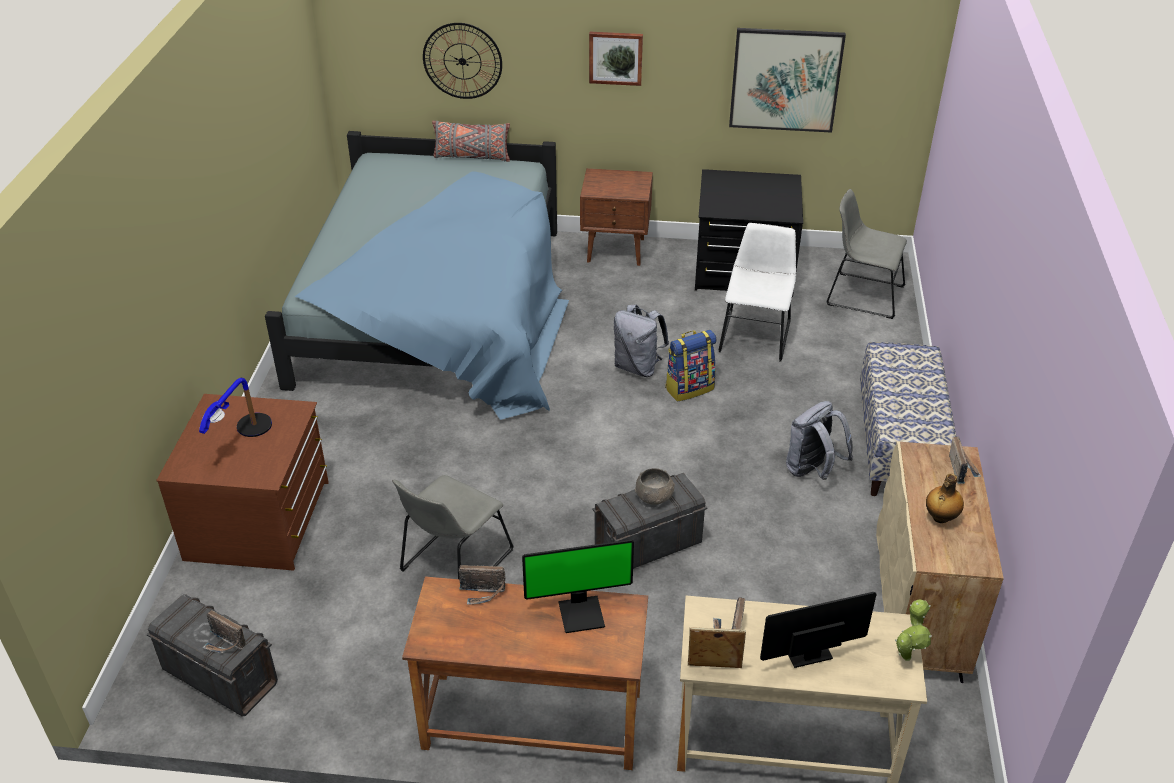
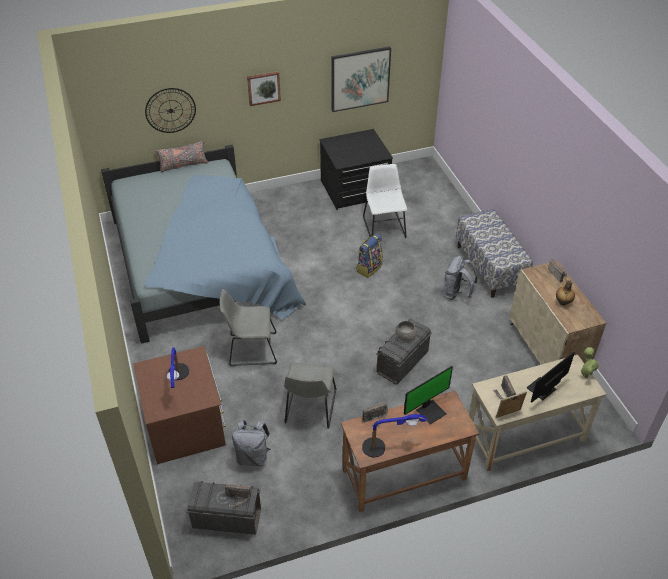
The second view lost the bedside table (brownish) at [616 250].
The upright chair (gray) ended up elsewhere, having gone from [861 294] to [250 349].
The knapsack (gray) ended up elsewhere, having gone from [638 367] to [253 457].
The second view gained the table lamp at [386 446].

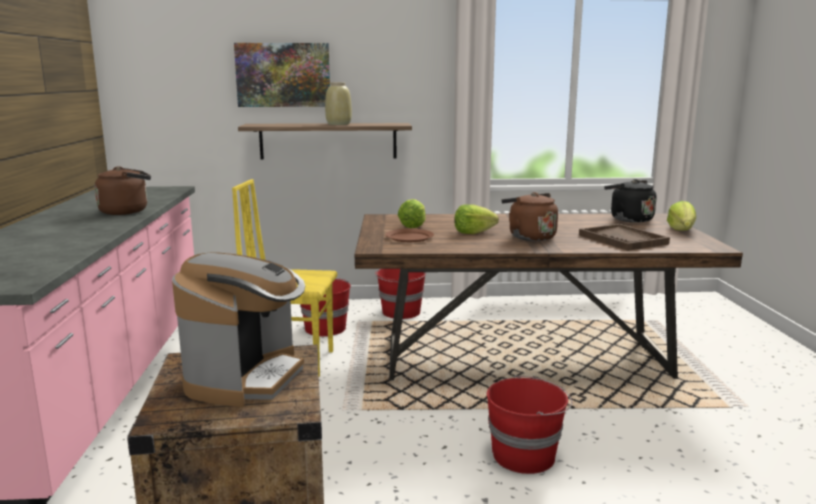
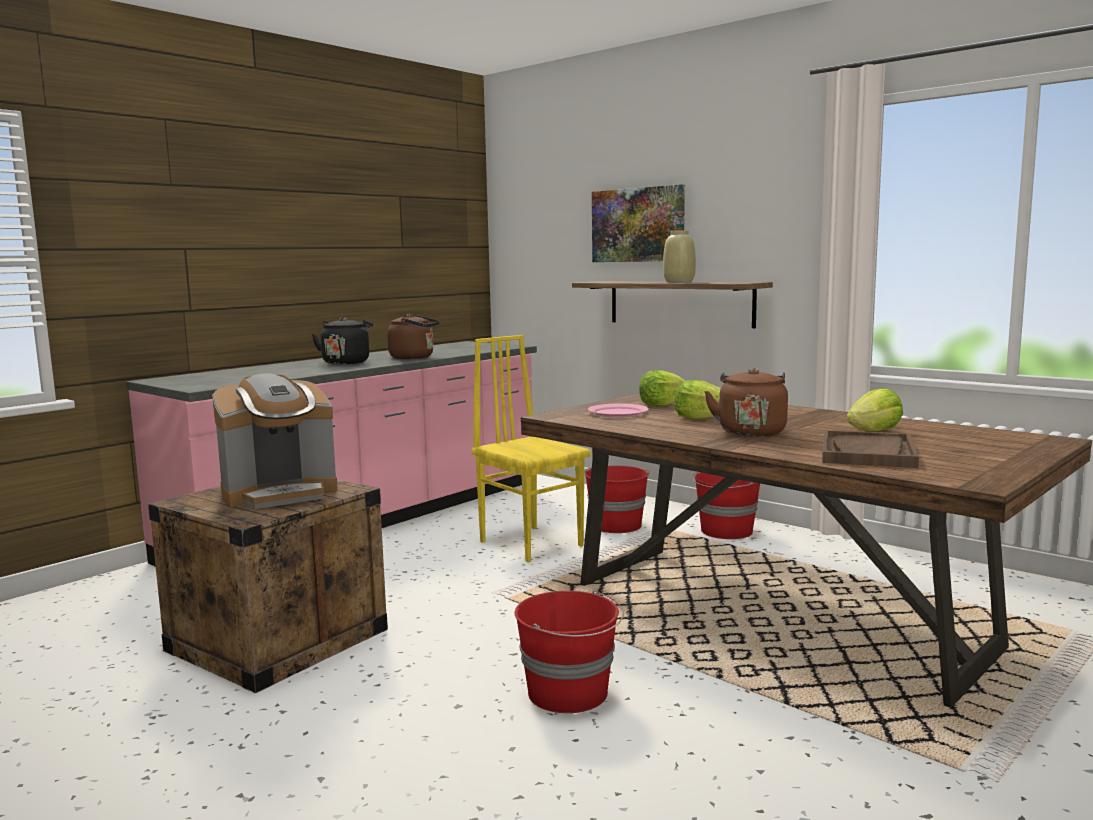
The water kettle (black-coloured) ended up elsewhere, having gone from [628 219] to [346 362].
The lettuce ended up elsewhere, having gone from [681 230] to [873 431].
What was the flat dish (brownish) at [409 237] turned into the flat dish (pink) at [618 413].

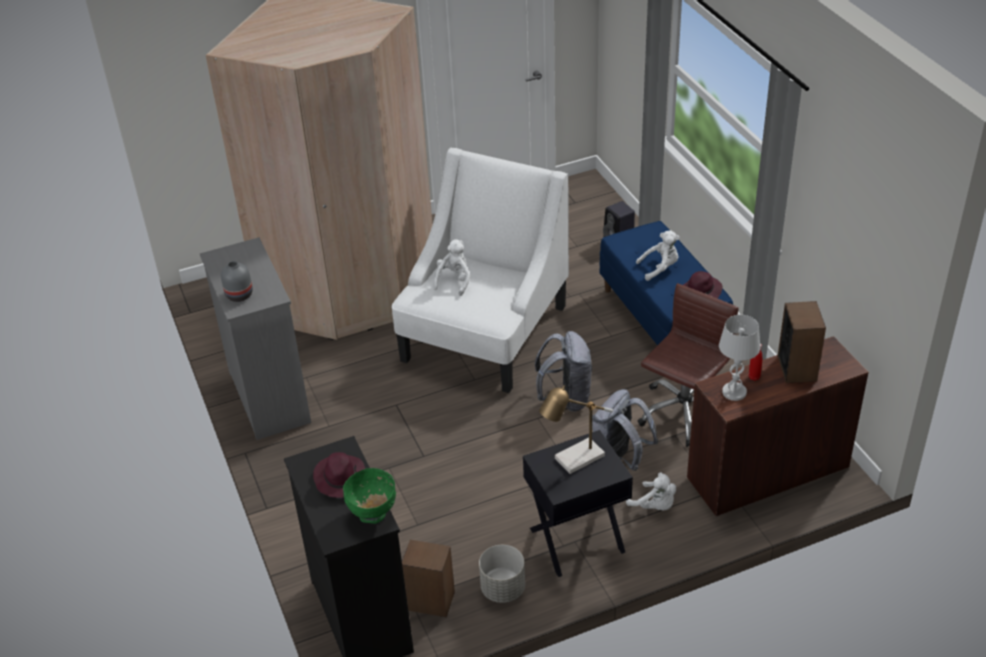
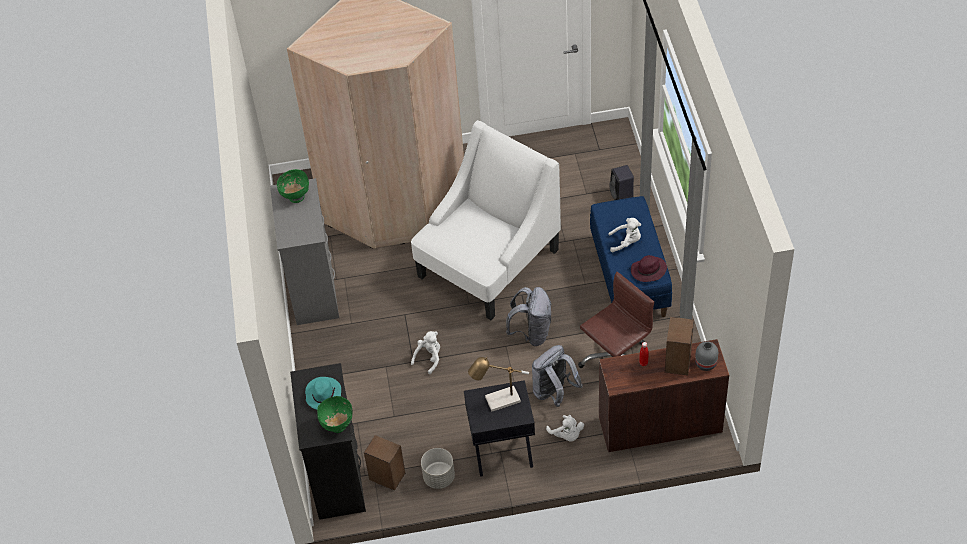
The soft toy (white) ended up elsewhere, having gone from [454 281] to [429 358].
The decorative vase (gray) ended up elsewhere, having gone from [238 295] to [705 363].
The second view lost the table lamp (white) at [734 392].
What was the wearable hat (purplish) at [340 478] turned into the wearable hat (blue-green) at [323 394].
The second view gained the deep dish (greenish) at [296 197].

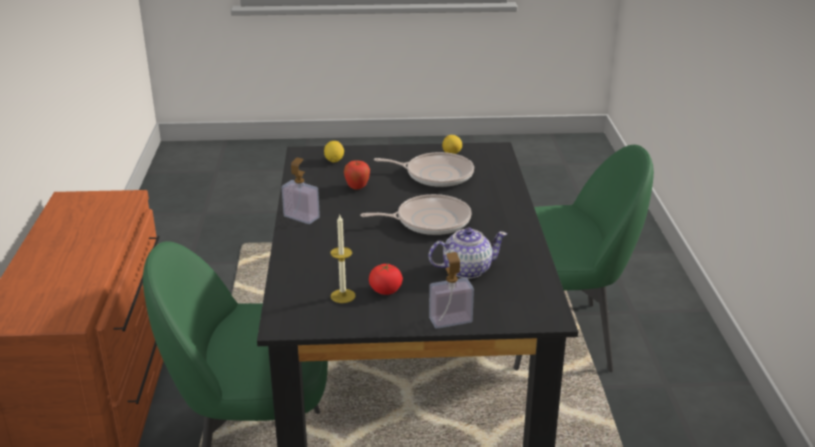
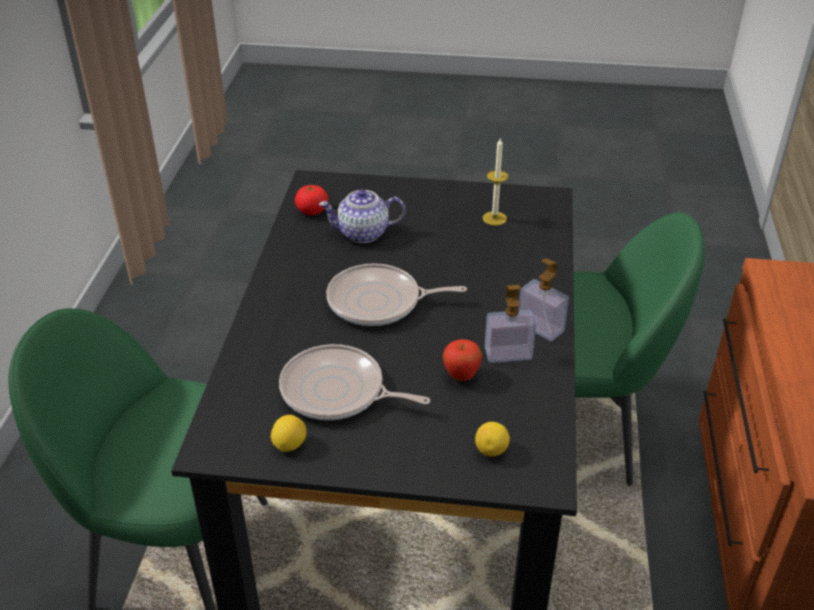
The liquid soap bottle ended up elsewhere, having gone from [450 320] to [508 354].
The tomato ended up elsewhere, having gone from [385 290] to [312 211].

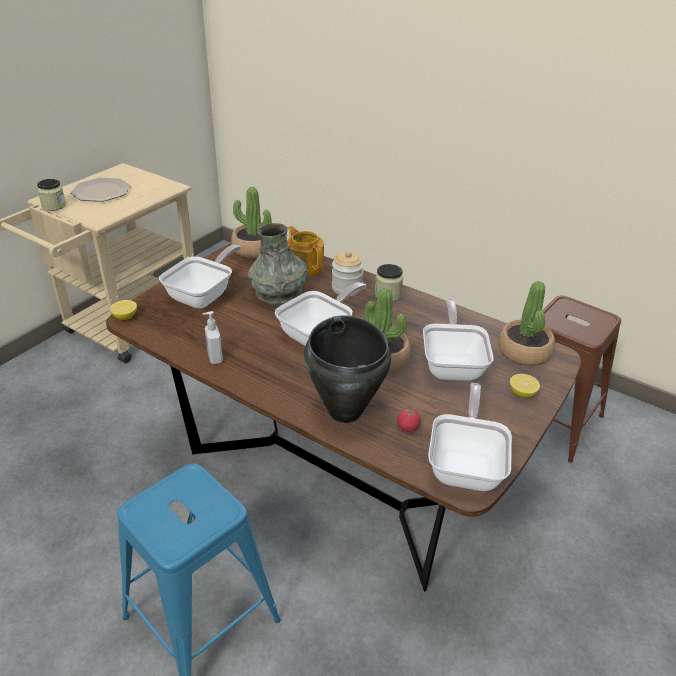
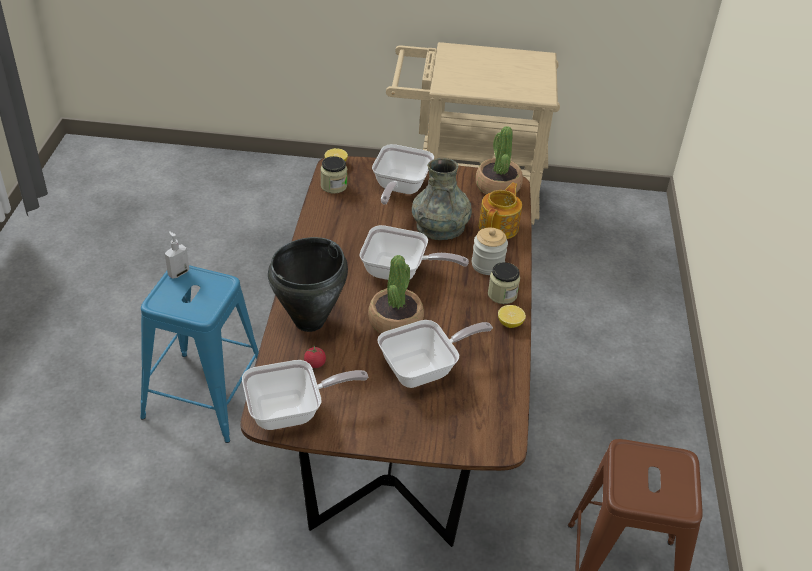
The second view lost the flat dish at [101 191].
The storage jar ended up elsewhere, having gone from [54 206] to [334 186].
The frying pan at [204 295] ended up facing another way, 105 degrees clockwise from before.
The second view lost the plant in a pot at [524 352].
The liquid soap bottle ended up elsewhere, having gone from [214 358] to [178 273].
The citrus fruit ended up elsewhere, having gone from [522 393] to [510 323].

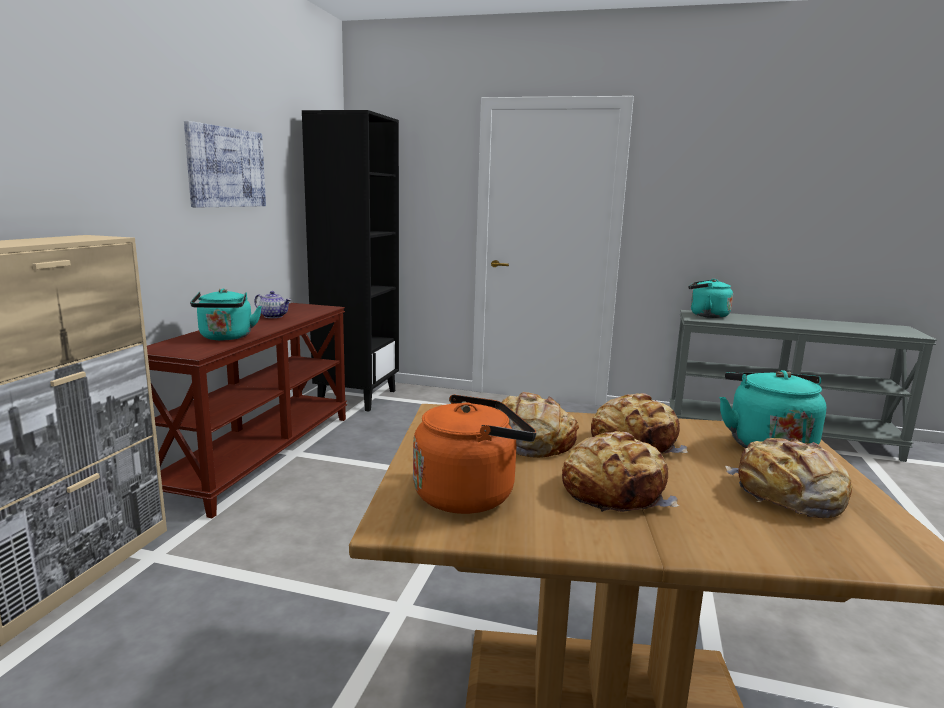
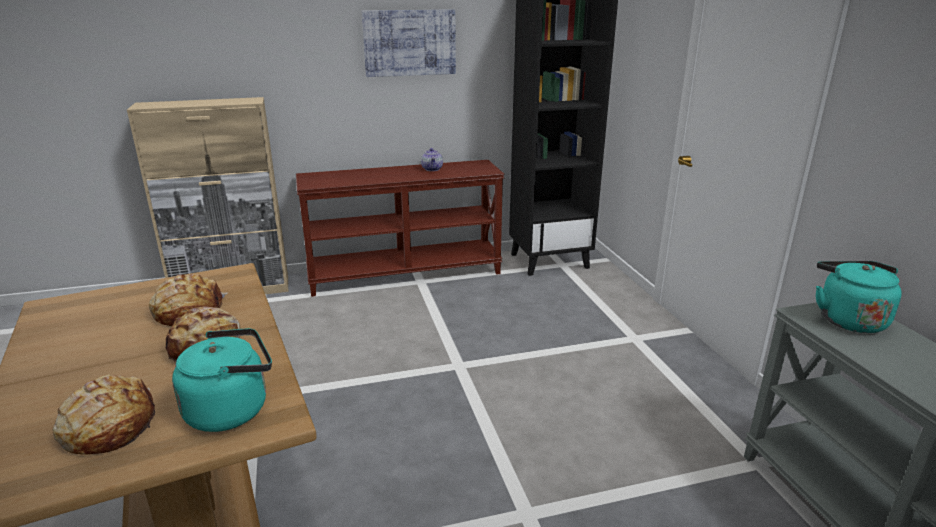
The second view lost the water kettle (blue-green) at [226 338].
The second view lost the water kettle (orange) at [470 494].
The second view lost the baked bread at [614 490].

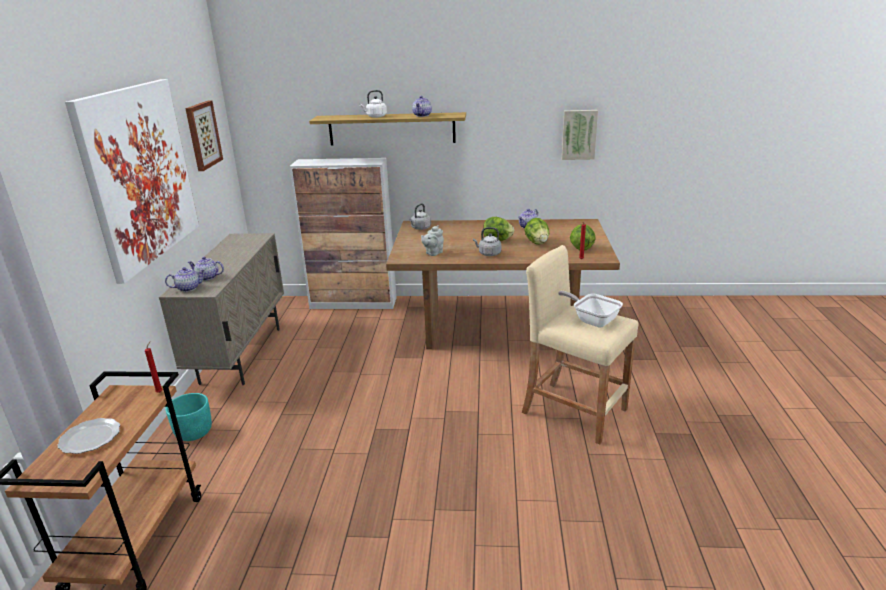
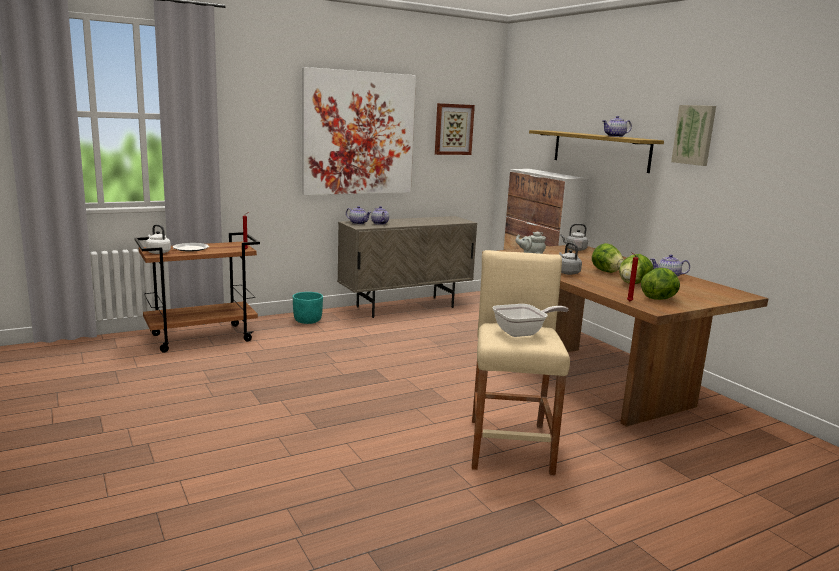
The water kettle (white) ended up elsewhere, having gone from [375 117] to [158 252].
The wall picture ended up elsewhere, having gone from [579 134] to [694 135].
The frying pan at [592 320] ended up facing another way, 60 degrees clockwise from before.

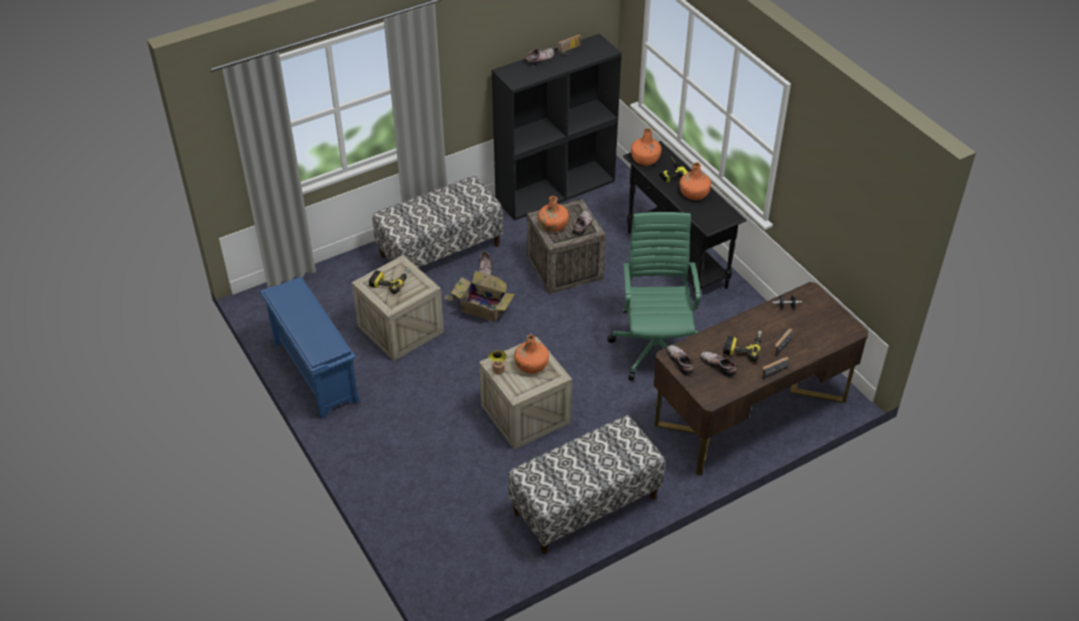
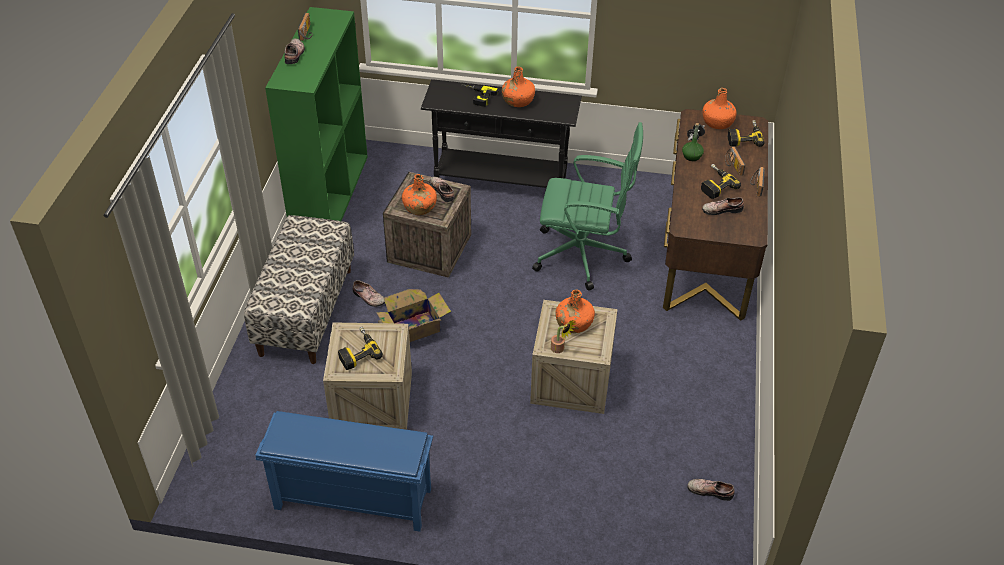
What was the shelving unit (black-coloured) at [555 189] turned into the shelving unit (greenish) at [329 194].
The beverage bottle (orange) ended up elsewhere, having gone from [645 159] to [717 122].
The computer chair (greenish) at [655 347] ended up facing another way, 150 degrees clockwise from before.
The low shoe ended up elsewhere, having gone from [681 361] to [710 490].
The second view lost the bench at [585 505].
The second view gained the electric drill at [744 137].
The second view gained the beverage bottle (greenish) at [691 156].

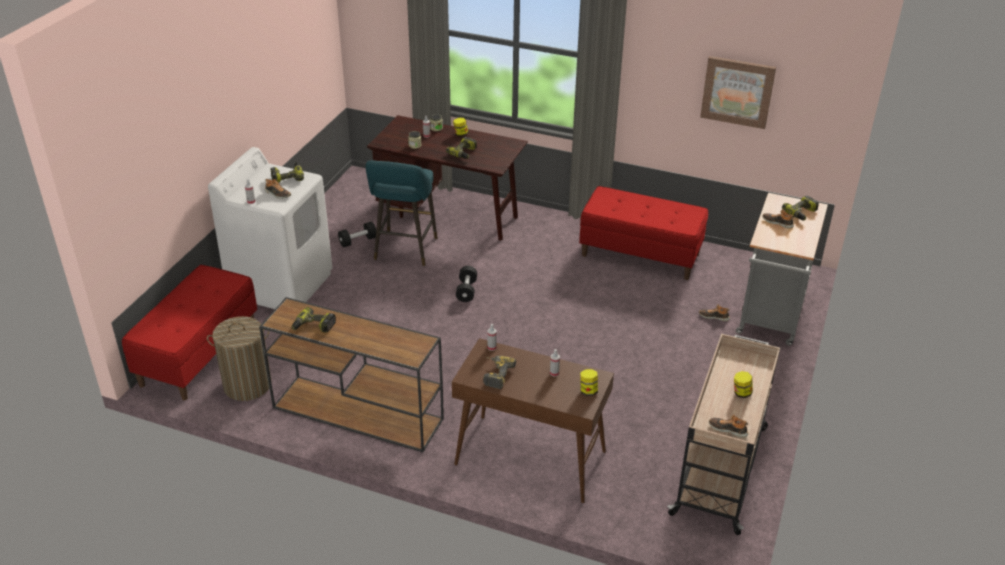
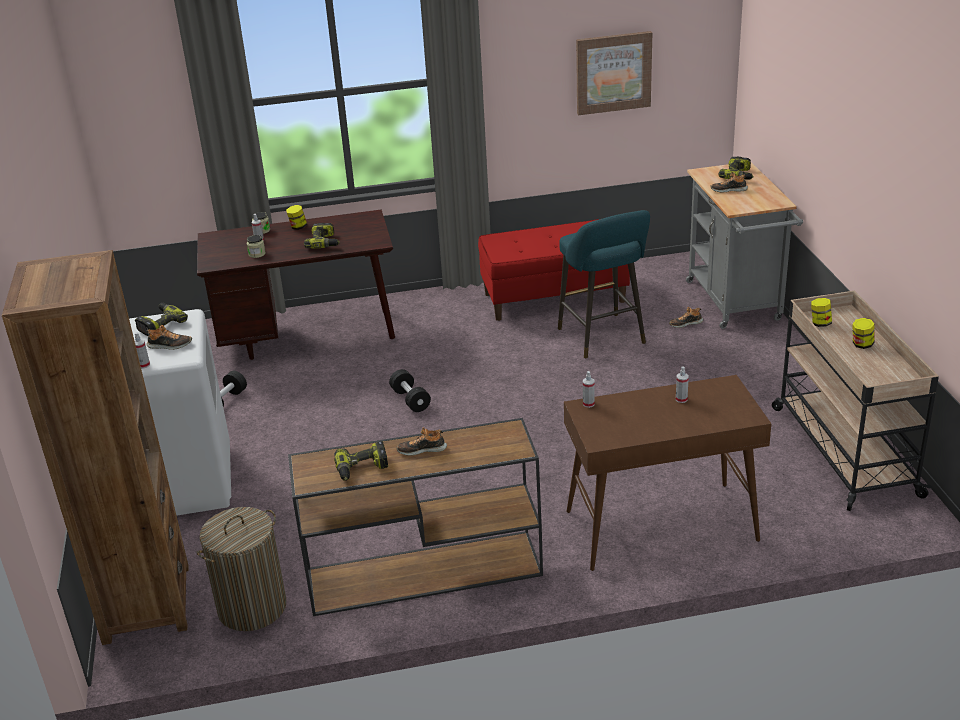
The stool (blue-green) ended up elsewhere, having gone from [404 251] to [603 338].
Where the bench (red-coloured) stood at [198 354], the shelving unit (brownish) came to stand at [146 603].
The second view lost the electric drill at [495 374].
The storage jar ended up elsewhere, having gone from [588 391] to [820 323].
The low shoe ended up elsewhere, having gone from [728 429] to [422 449].

